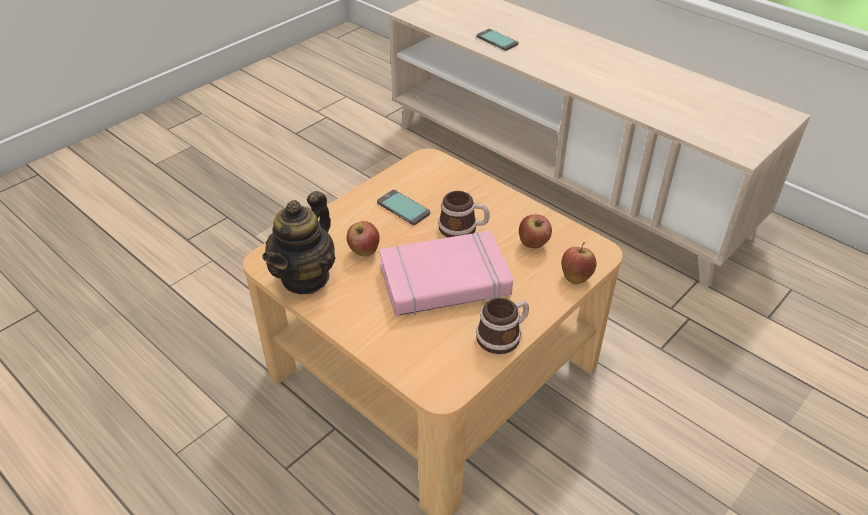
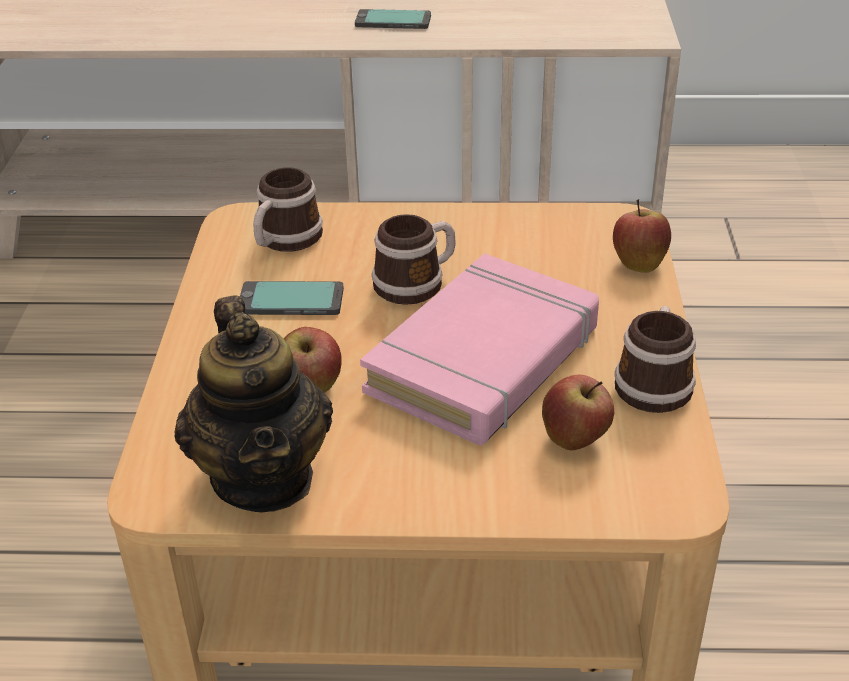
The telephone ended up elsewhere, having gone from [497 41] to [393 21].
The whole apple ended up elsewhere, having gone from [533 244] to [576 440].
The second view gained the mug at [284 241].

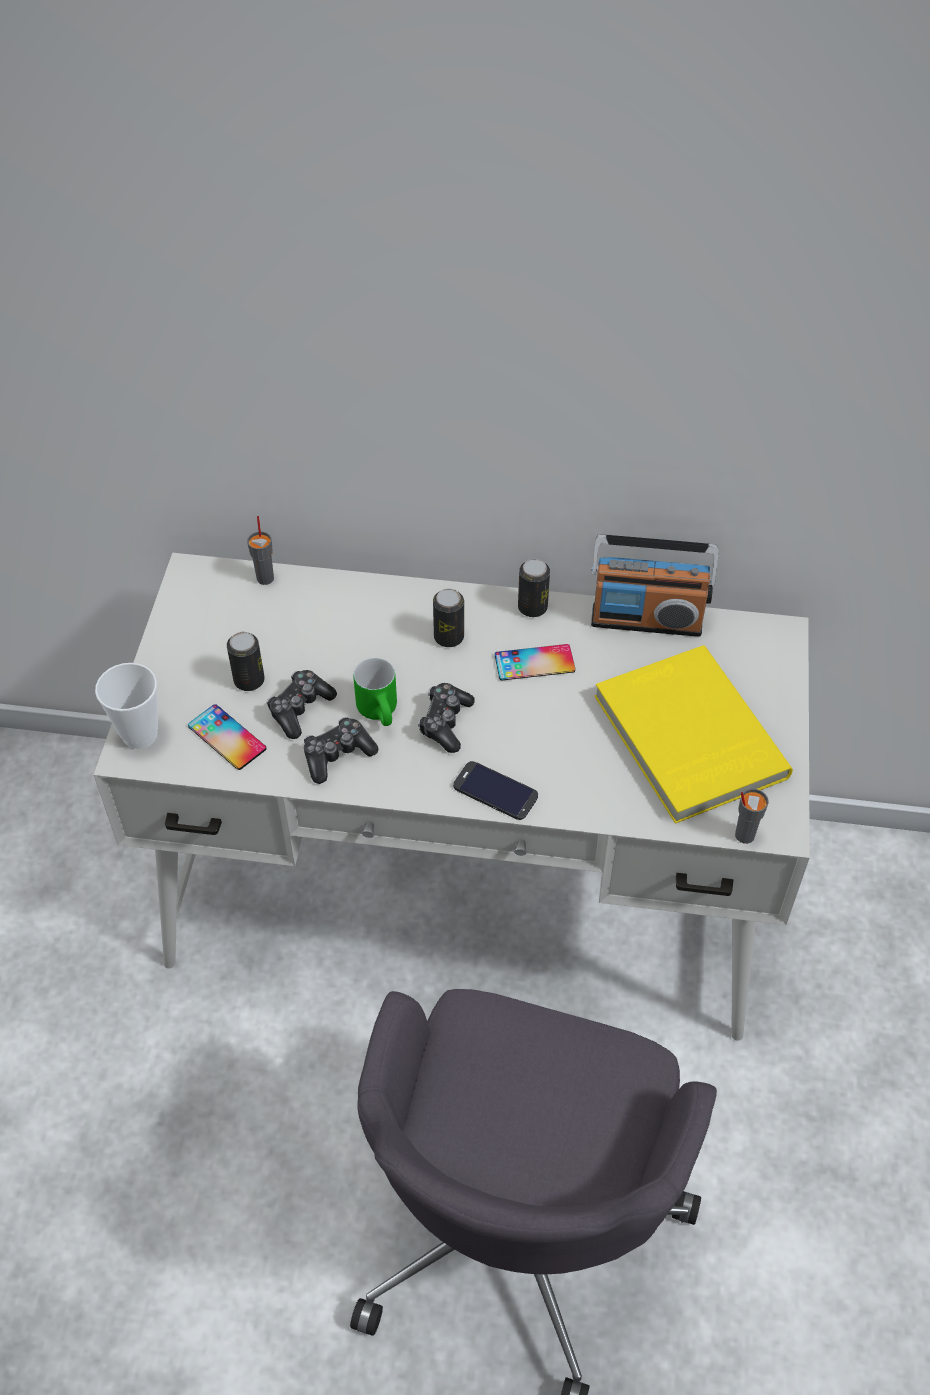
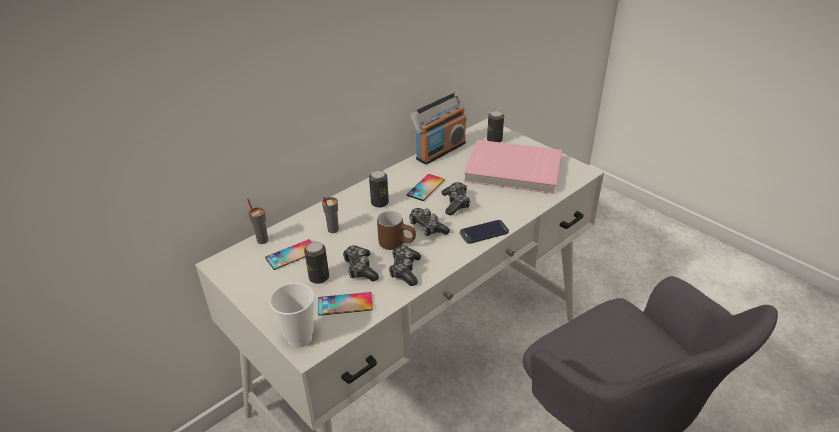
The can ended up elsewhere, having gone from [532 607] to [494 140].
What was the bound book (yellow-coloured) at [686 738] turned into the bound book (pink) at [513 170].
What was the mug (greenish) at [382 712] turned into the mug (brownish) at [397 243].
The drinking cup (gray) ended up elsewhere, having gone from [744 835] to [333 230].
The second view gained the game controller at [455 203].
The second view gained the telephone at [292 254].

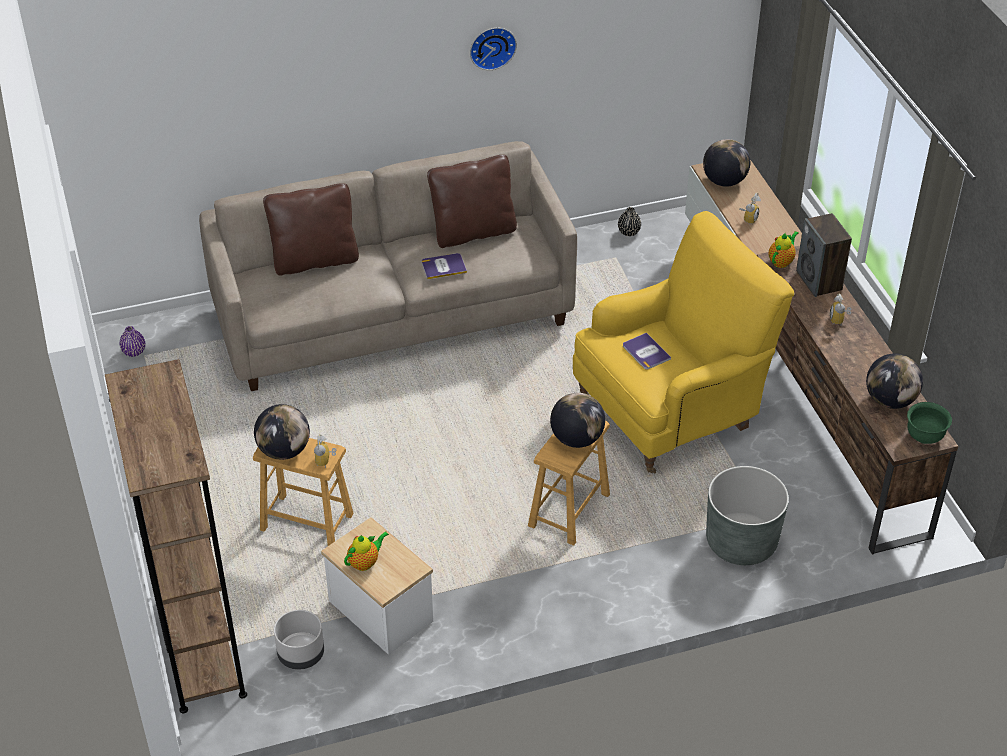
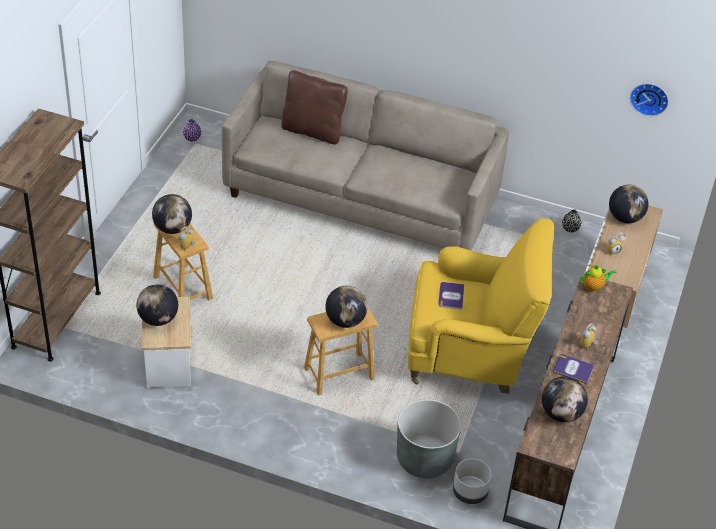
The hanging clock ended up elsewhere, having gone from [492 46] to [649 98].
The second view lost the pillow (brownish) at [473 232].
The second view lost the speaker at [819 281].
The bound book ended up elsewhere, having gone from [443 267] to [573 369].
The second view lost the deep dish (greenish) at [924 436].
Where the pot for tea stood at [365 562], the desk globe came to stand at [158 319].
The planter (gray) ended up elsewhere, having gone from [300 655] to [469 492].

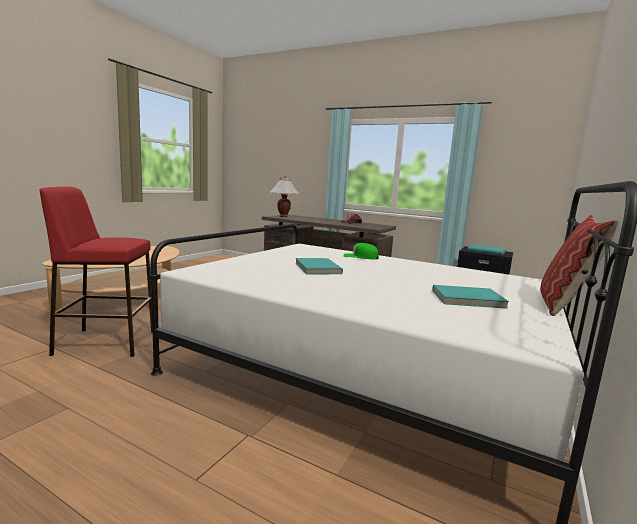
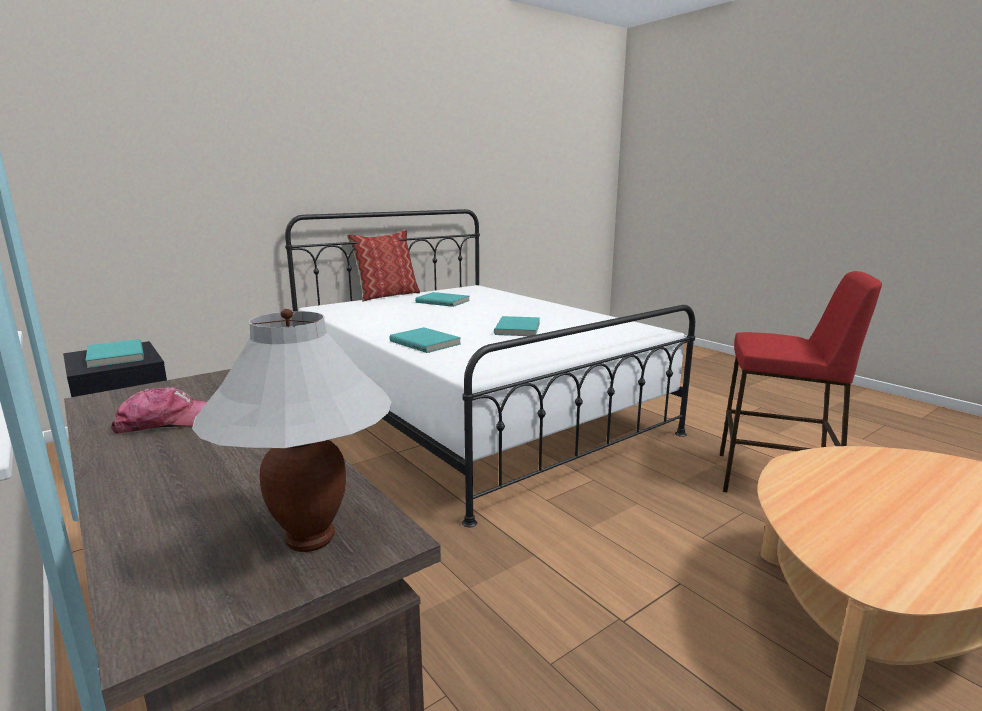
Where the cap (greenish) stood at [360 257], the bound book (blue-green) came to stand at [426 342].

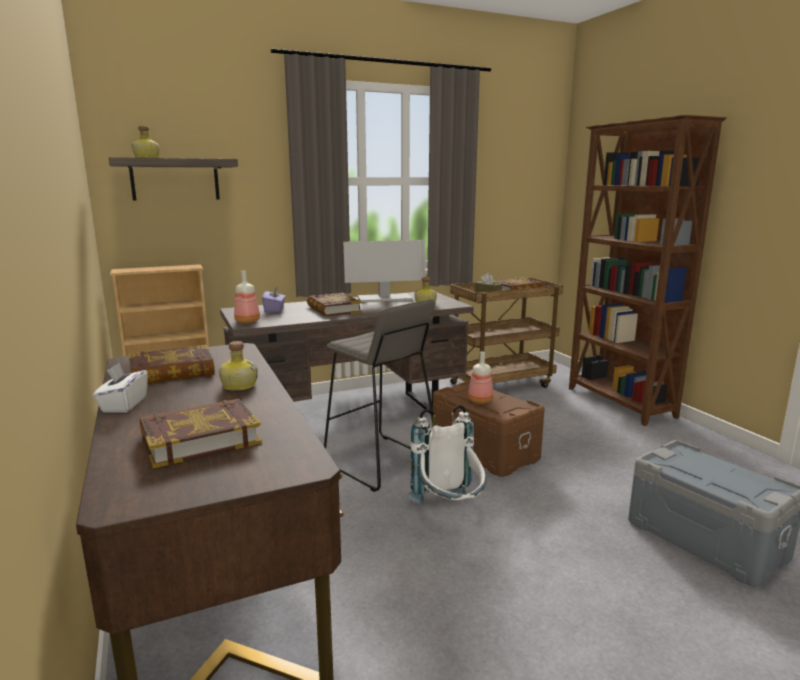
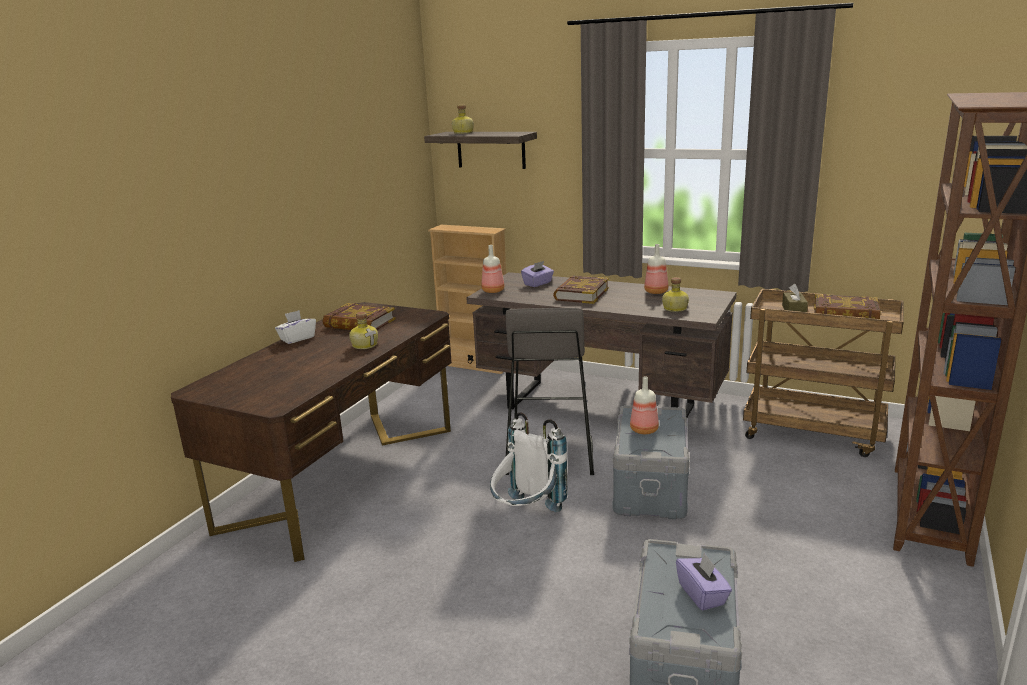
Where the computer display stood at [384 298], the beverage bottle came to stand at [657 292].
What was the storage bin (brownish) at [485 450] turned into the storage bin (gray) at [651 487].
The second view lost the bound book at [200 439].
The second view gained the box of tissues (purplish) at [702 594].

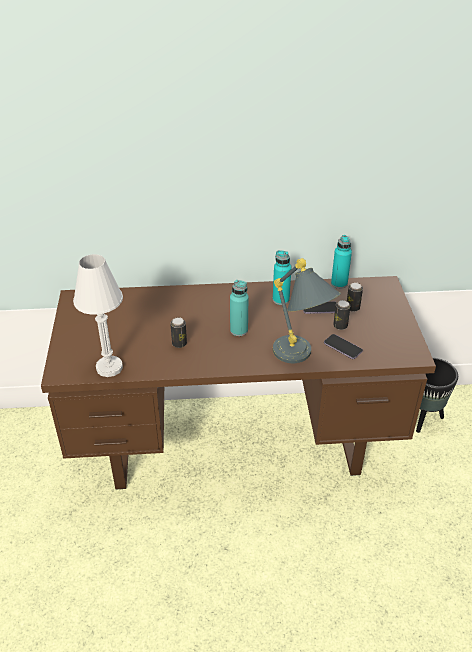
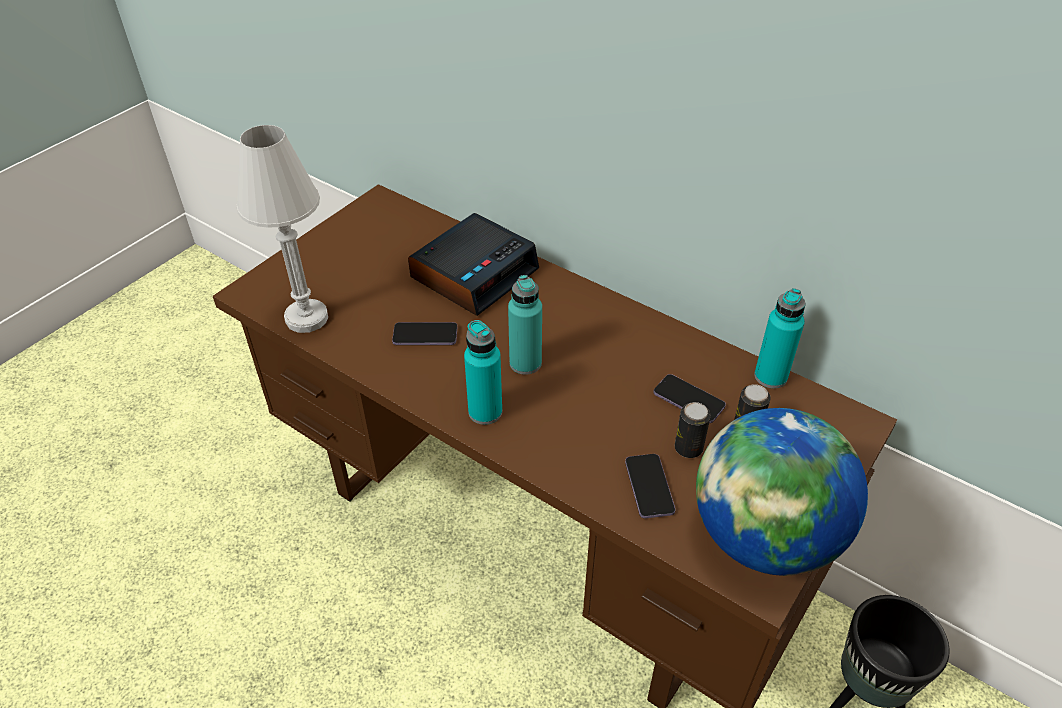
The beverage bottle (blue-green) ended up elsewhere, having gone from [280 300] to [485 412].
The second view lost the table lamp (gray) at [300 359].
Where the can stood at [179 343], the telephone came to stand at [425 335].
The second view gained the alarm clock at [474 273].
The second view gained the desk globe at [763 537].

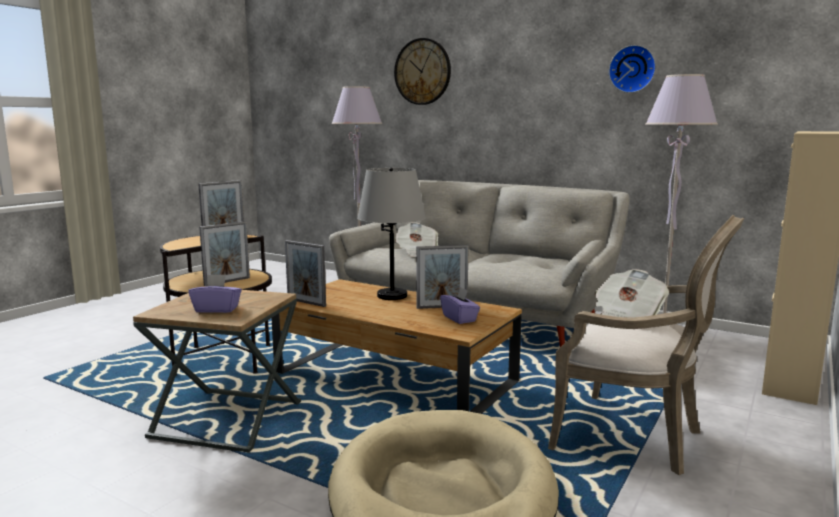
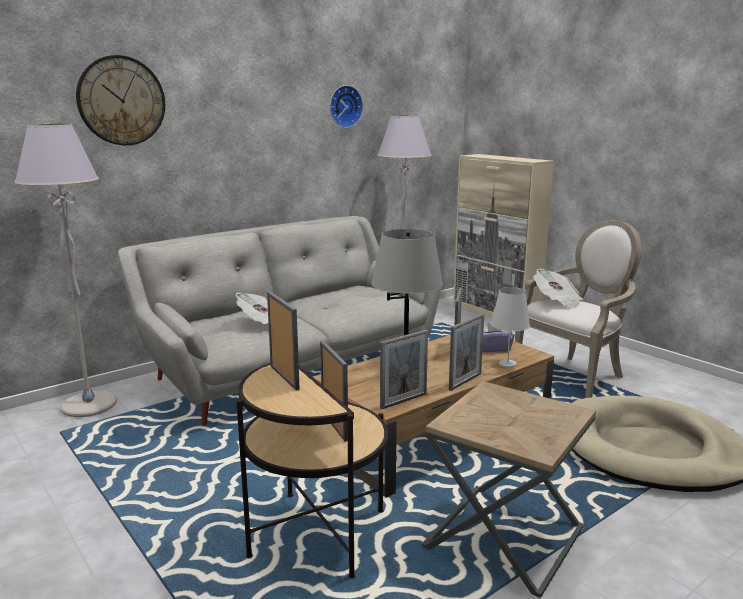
The second view lost the box of tissues (purplish) at [217 309].
The second view gained the table lamp (white) at [507 364].
The second view gained the photo frame at [465 381].

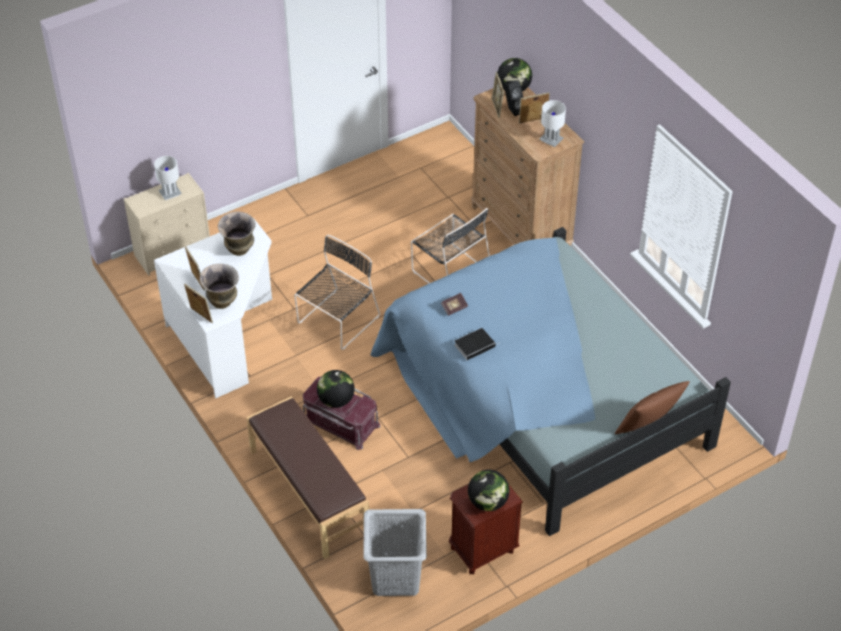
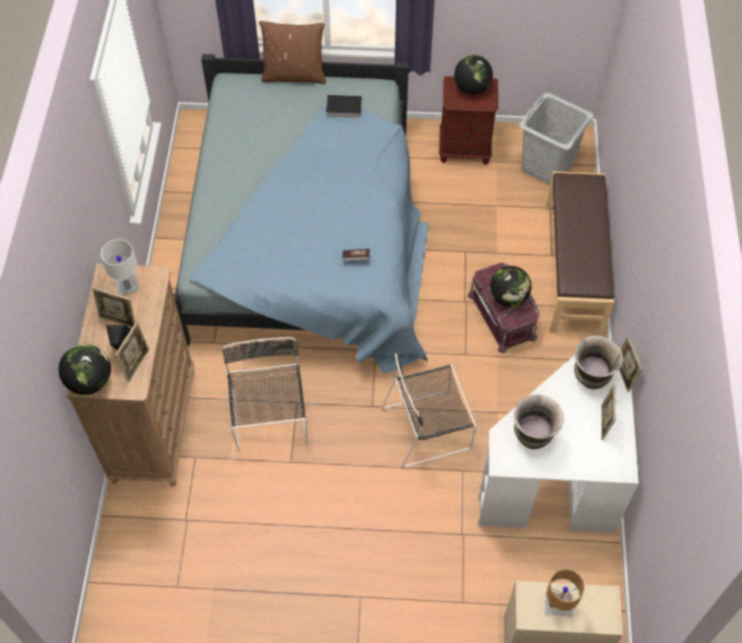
What was the table lamp (white) at [170 193] turned into the table lamp (brownish) at [558 605].
The bound book ended up elsewhere, having gone from [475 345] to [342 108].

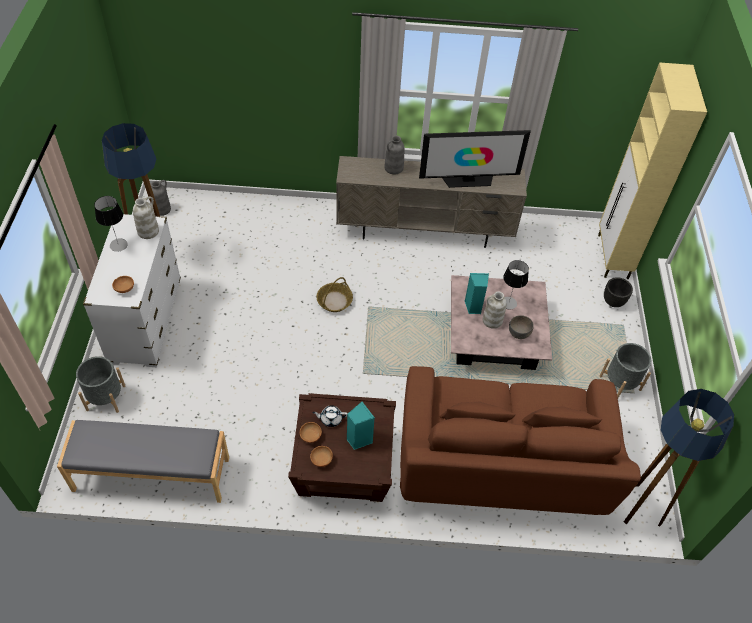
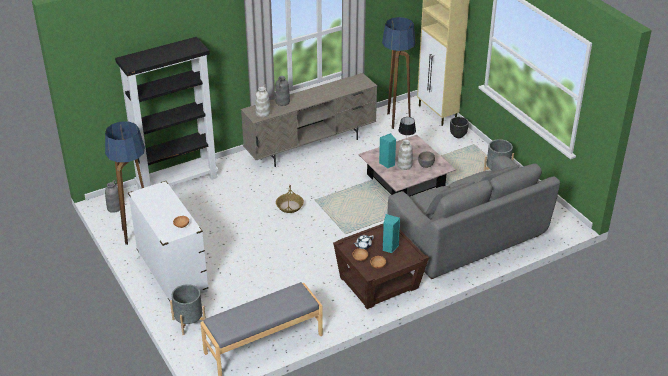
The second view lost the television at [468 180].
The second view lost the table lamp at [118 245].
The decorative vase (white) ended up elsewhere, having gone from [148 231] to [263 113].
What was the settee (brownish) at [501 463] turned into the settee (gray) at [467 238].
The standing lamp ended up elsewhere, having gone from [639 506] to [395 120].
The second view gained the shelving unit (black-coloured) at [178 182].

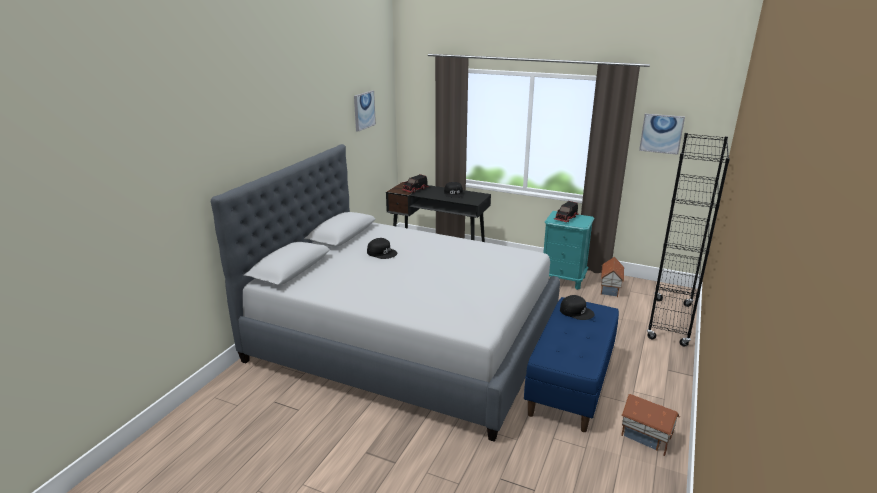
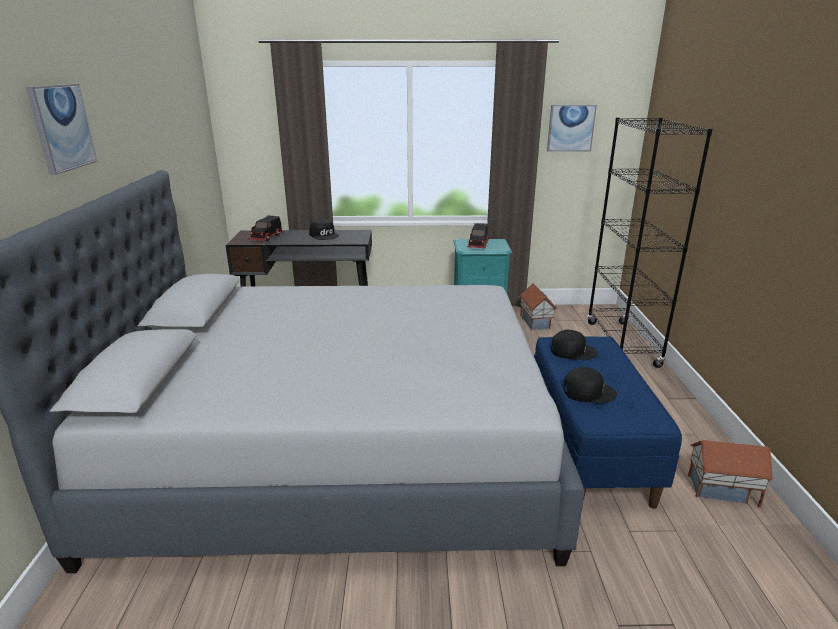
The wall picture ended up elsewhere, having gone from [364 110] to [62 127].
The cap (black-coloured) ended up elsewhere, having gone from [382 252] to [588 391].

